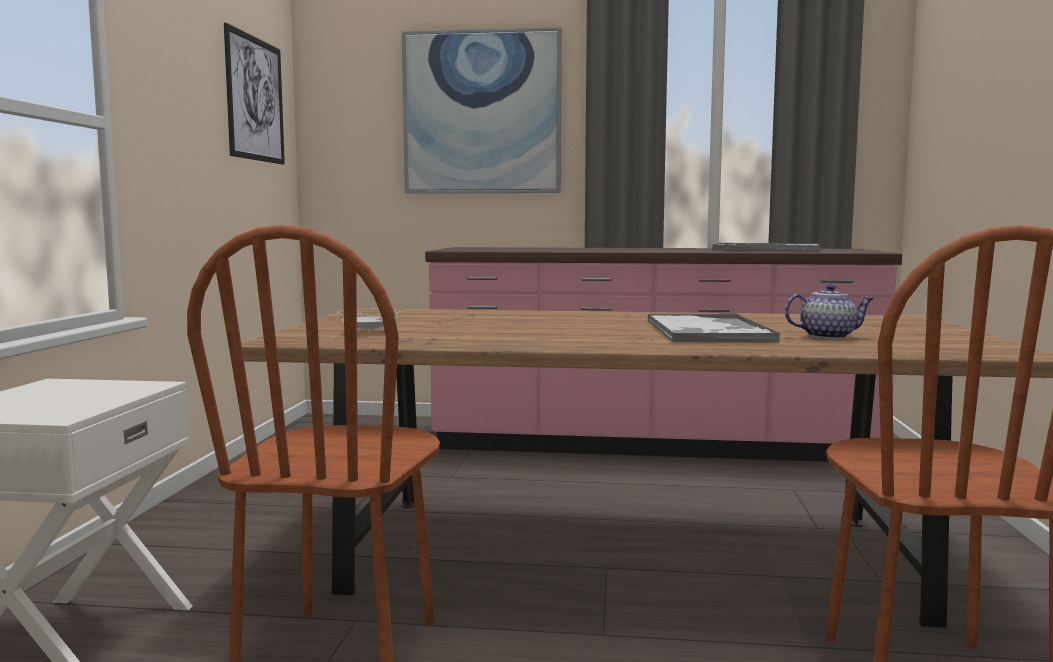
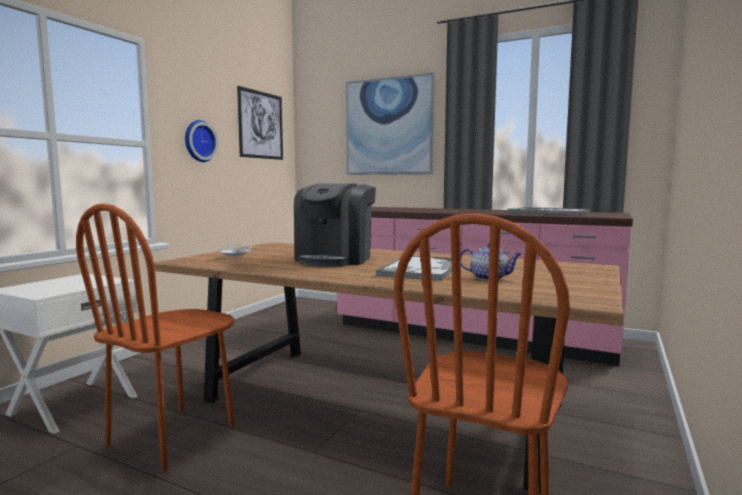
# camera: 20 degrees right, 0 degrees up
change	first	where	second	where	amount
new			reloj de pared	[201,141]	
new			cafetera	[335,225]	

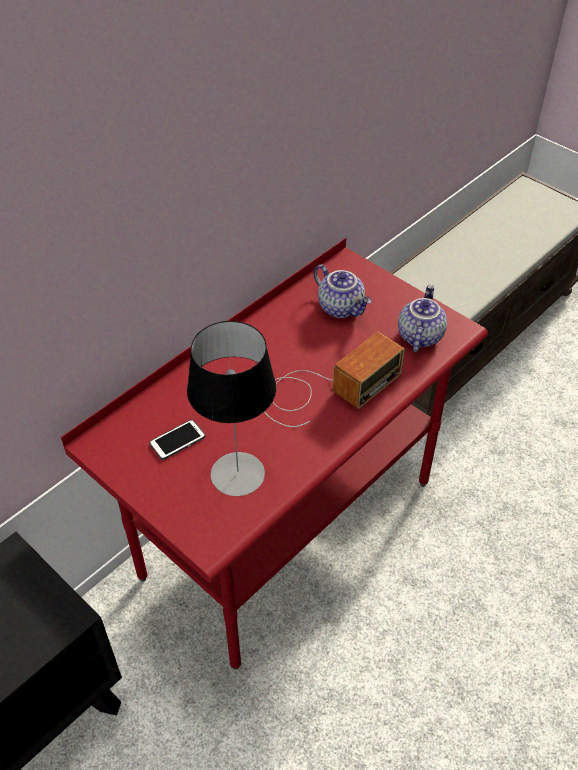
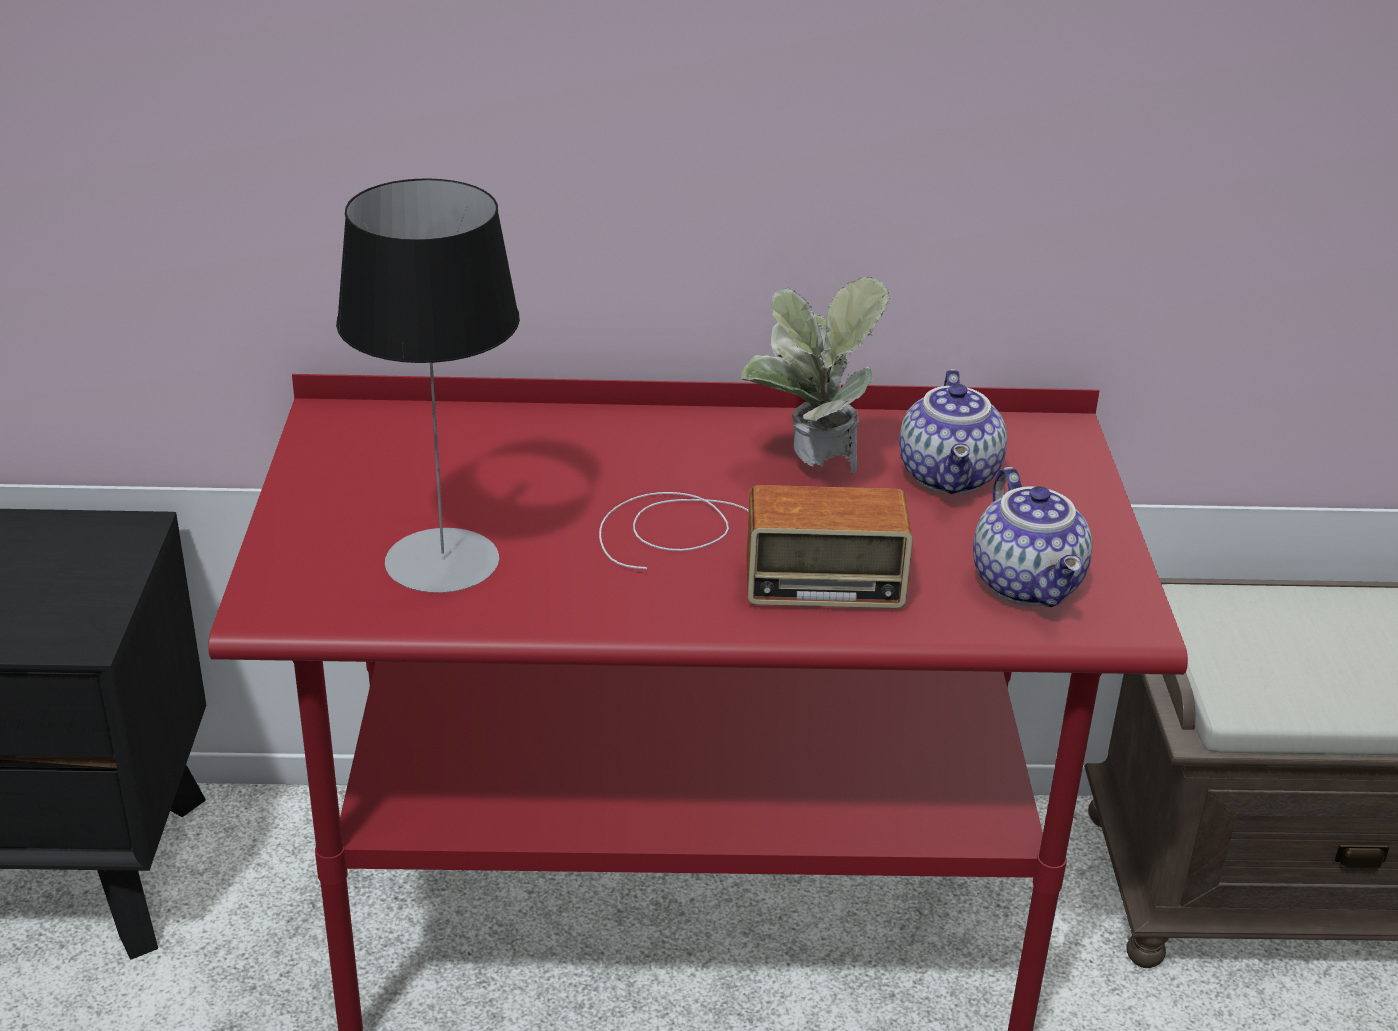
# camera: 45 degrees right, 15 degrees down
change	first	where	second	where	amount
gone	móvil	[177,440]			
new			planta en maceta	[815,375]	
rotated	tetera	[422,318]		[1032,537]	105 degrees clockwise

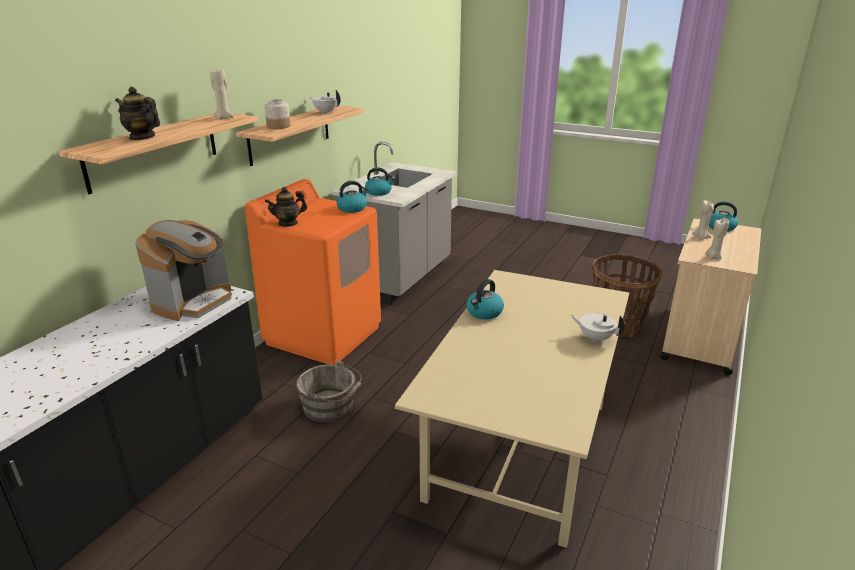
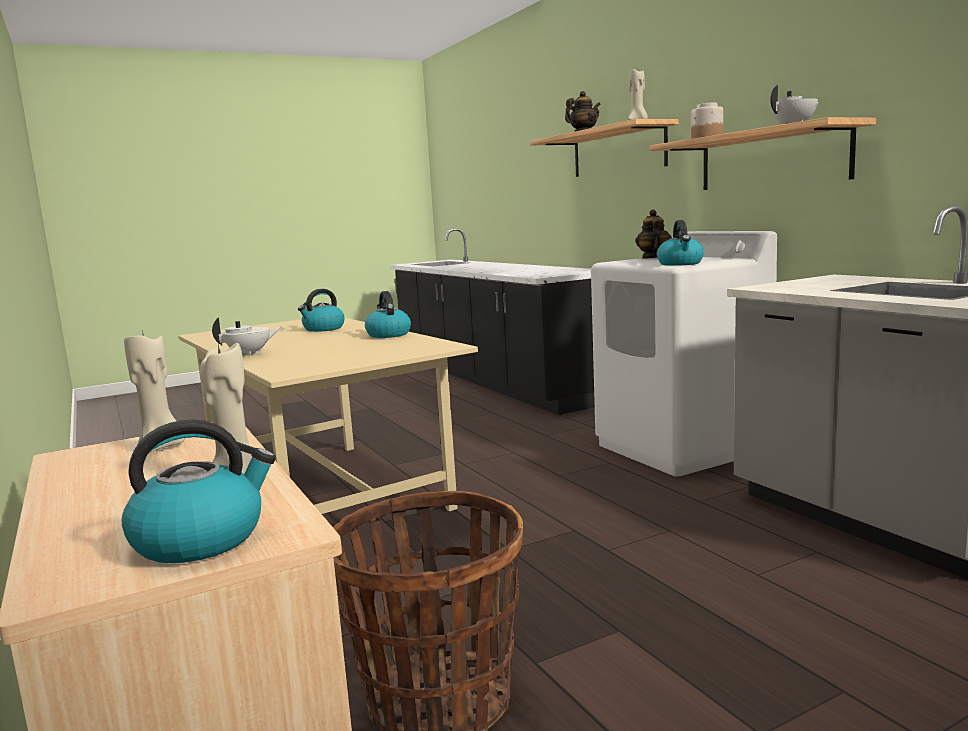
# camera: 125 degrees right, 15 degrees down
change	first	where	second	where	amount
gone	cafetera	[183,270]			
gone	cubo (gris)	[329,391]			
shifted	hervidor	[380,182]		[321,310]	
repainted	lavadora (naranja)	[312,272]	lavadora (blanco)	[684,354]	

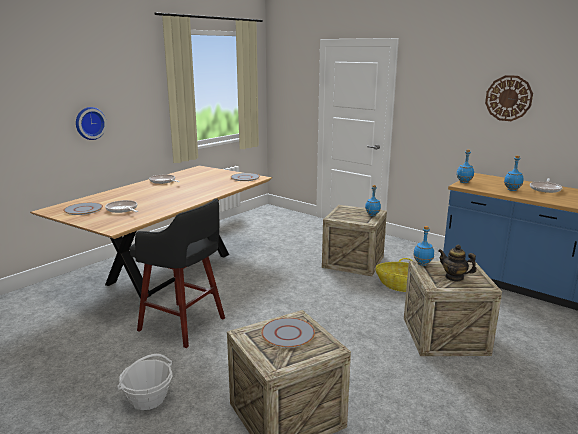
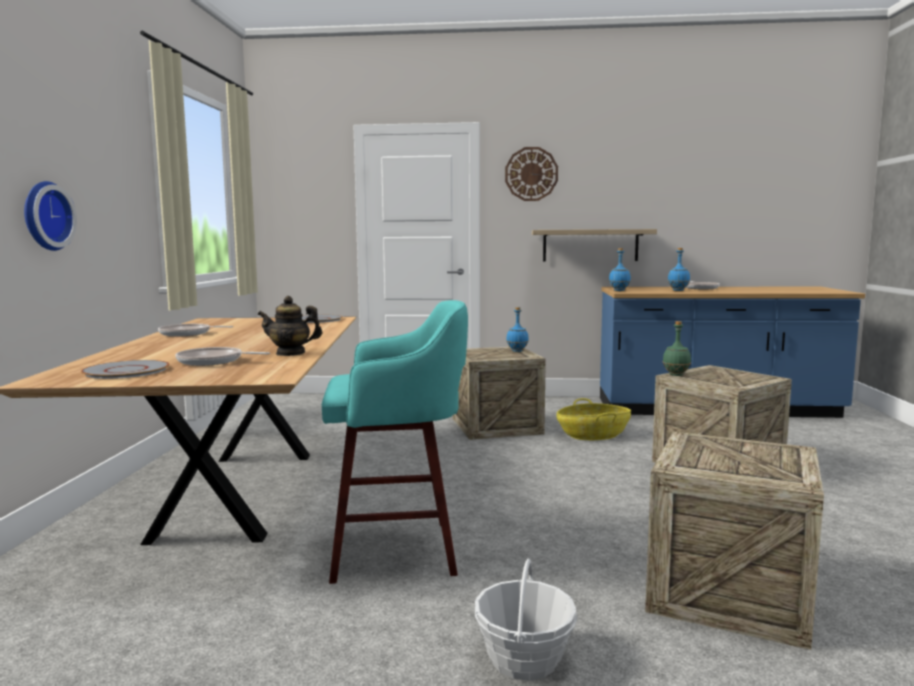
# camera: 35 degrees left, 10 degrees down
change	first	where	second	where	amount
gone	plato (gris)	[288,333]			
new			estante	[594,245]	
shifted	tetera	[458,262]		[290,326]	
shifted	reloj de pared	[509,98]		[531,174]	
repainted	taburete (negro)	[177,273]	taburete (turquesa)	[395,442]	
repainted	botella (azul)	[423,246]	botella (verde)	[677,348]	

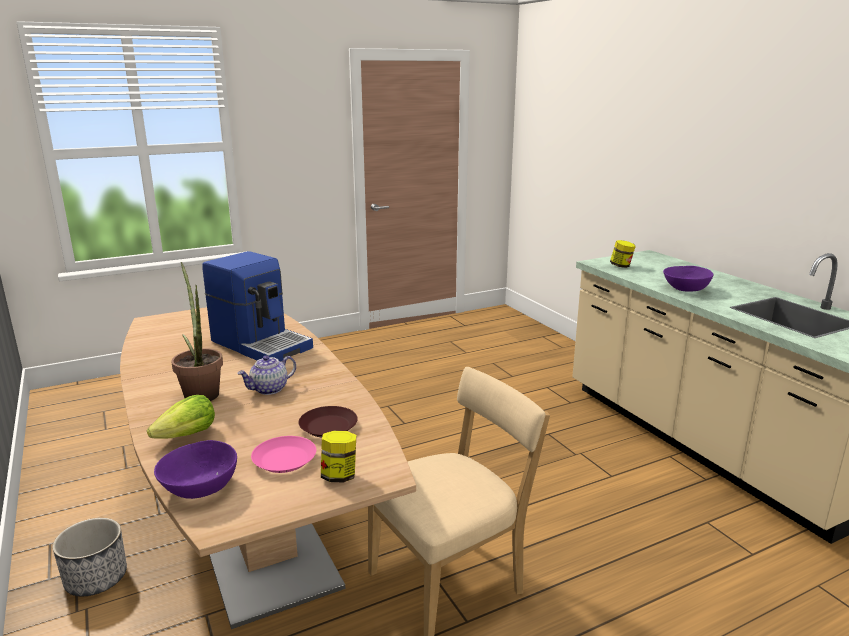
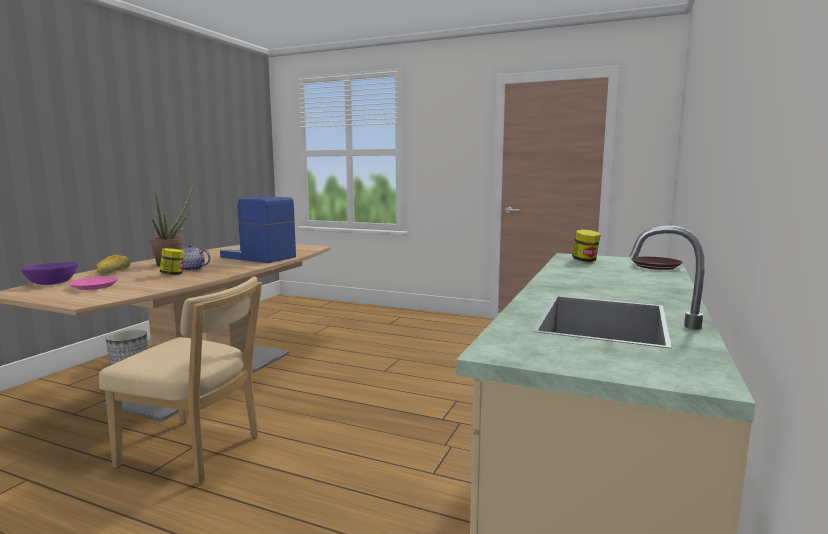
# camera: 50 degrees right, 10 degrees down
change	first	where	second	where	amount
gone	cuenco (morado)	[688,279]			
shifted	plato (marrón)	[328,422]		[657,263]	
shifted	tarro	[338,457]		[172,261]	
swapped	lechuga	[181,417]	pan	[113,264]	
rotated	cafetera	[257,306]		[258,230]	120 degrees clockwise

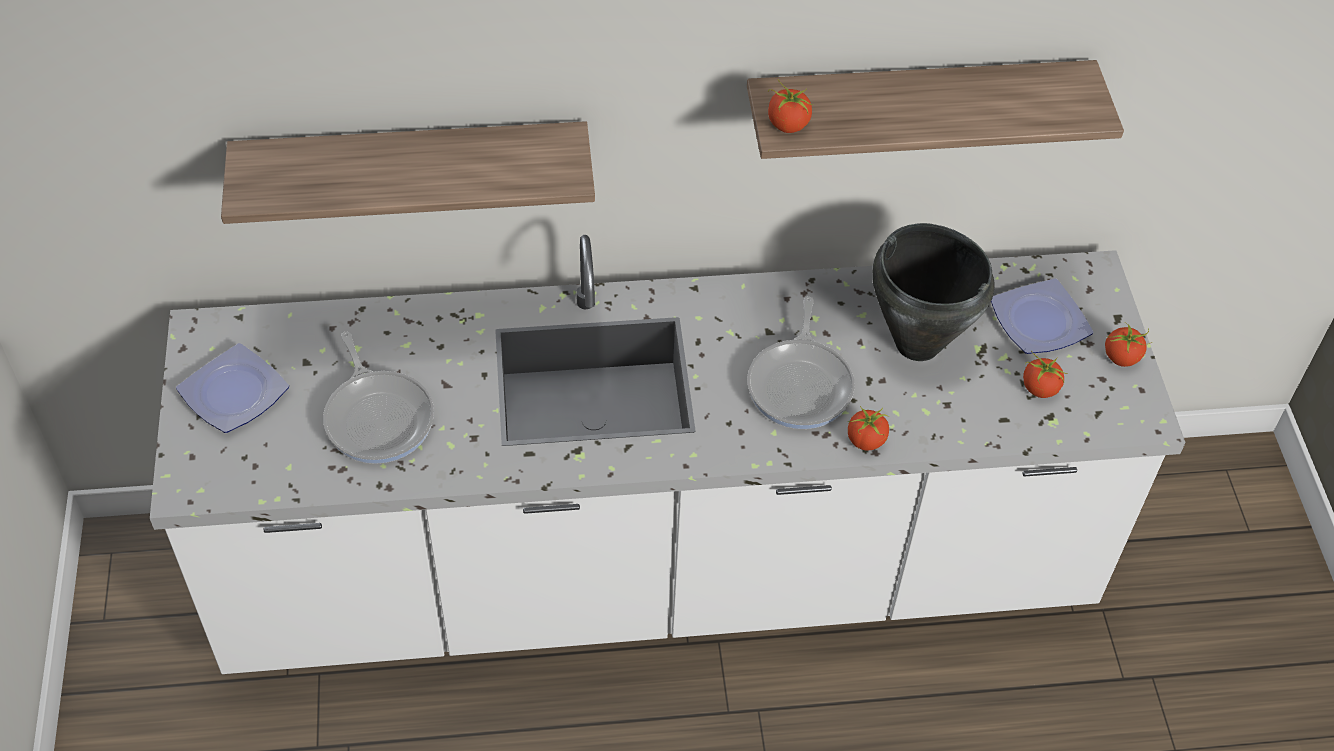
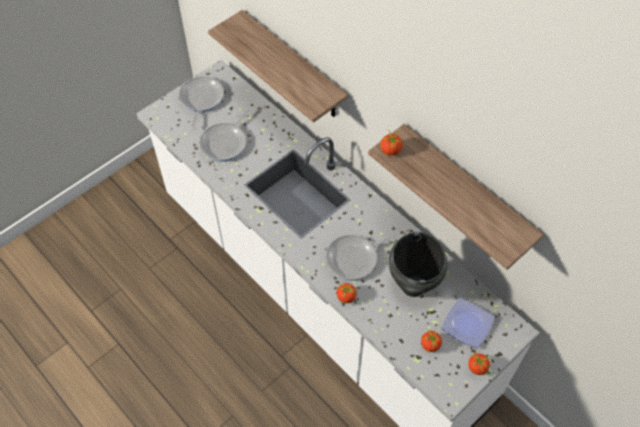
# camera: 55 degrees right, 5 degrees up
change	first	where	second	where	amount
swapped	plato	[232,388]	sartén	[201,102]	

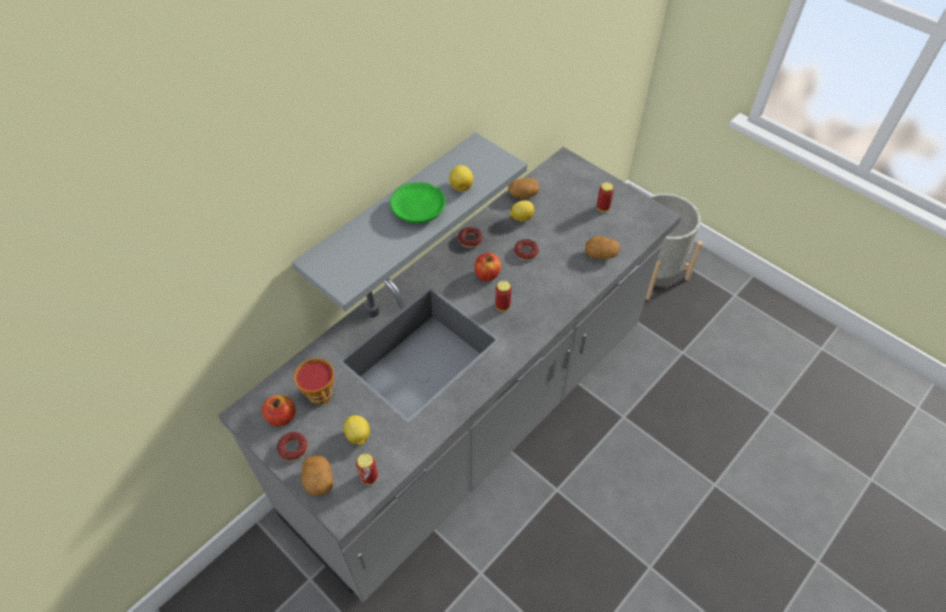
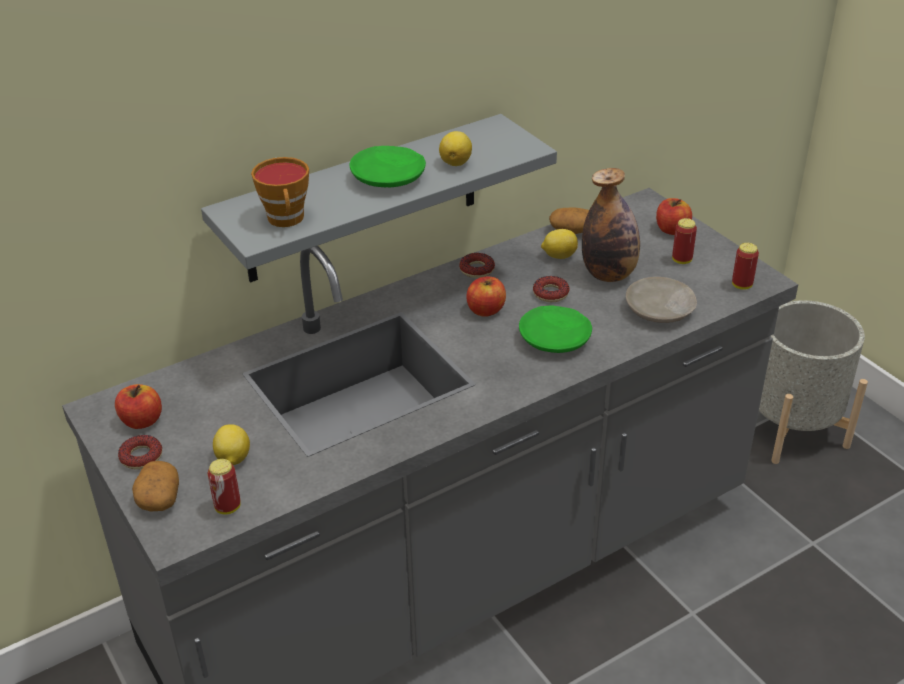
# camera: 15 degrees right, 15 degrees down
change	first	where	second	where	amount
new			plato (verde)	[555,329]	
new			botella	[611,225]	
new			manzana	[674,216]	
shifted	taza	[314,381]		[280,192]	
shifted	lata	[503,296]		[745,266]	
swapped	patata	[602,247]	plato (beis)	[661,300]	

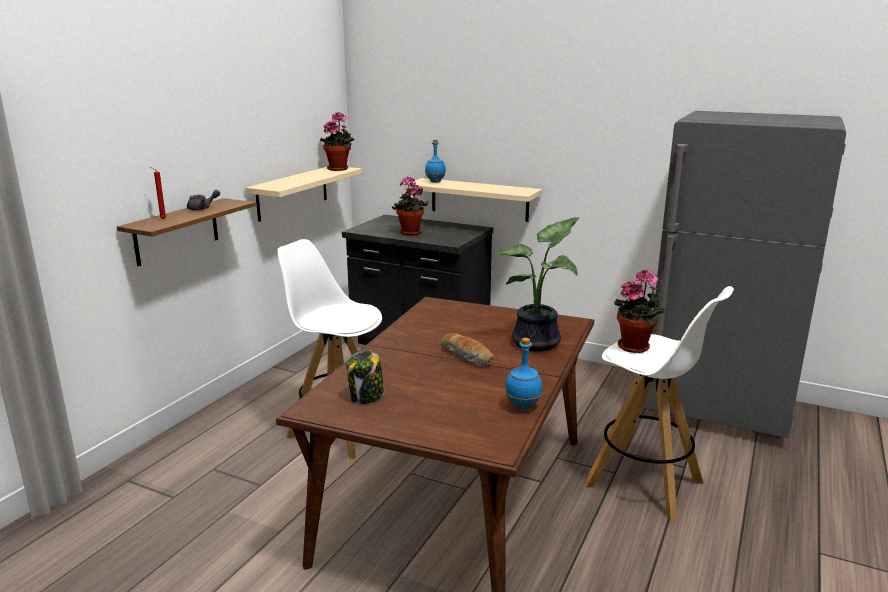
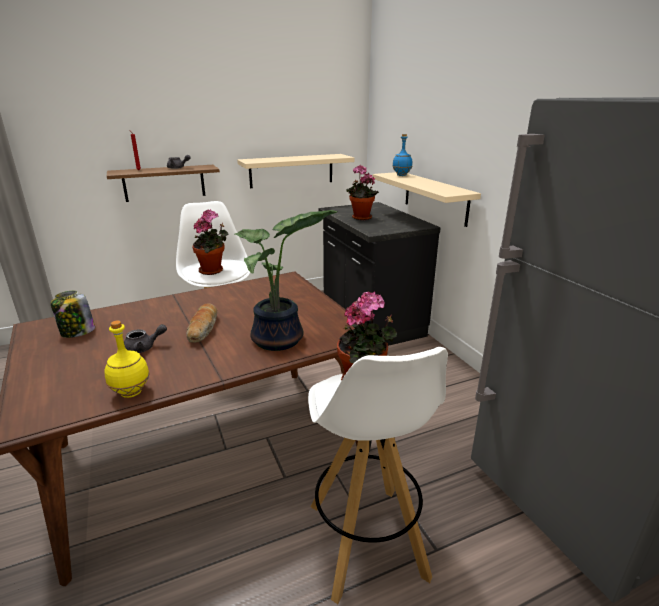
# camera: 40 degrees right, 5 degrees up
change	first	where	second	where	amount
new			tetera (gris)	[145,338]	
shifted	planta en maceta	[337,141]		[210,242]	
repainted	botella (azul)	[523,374]	botella (amarillo)	[127,359]	

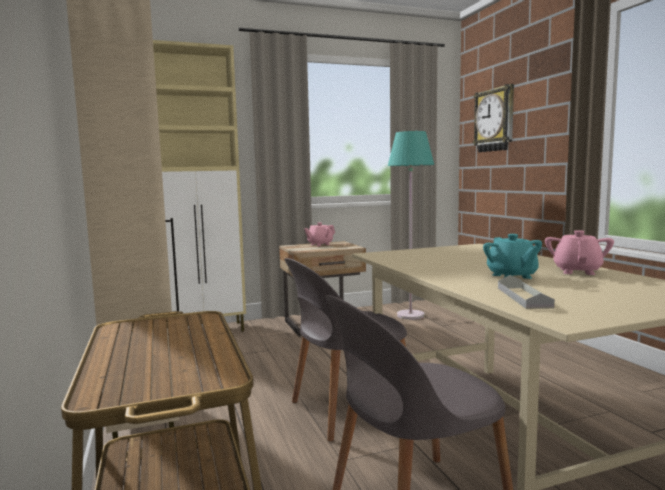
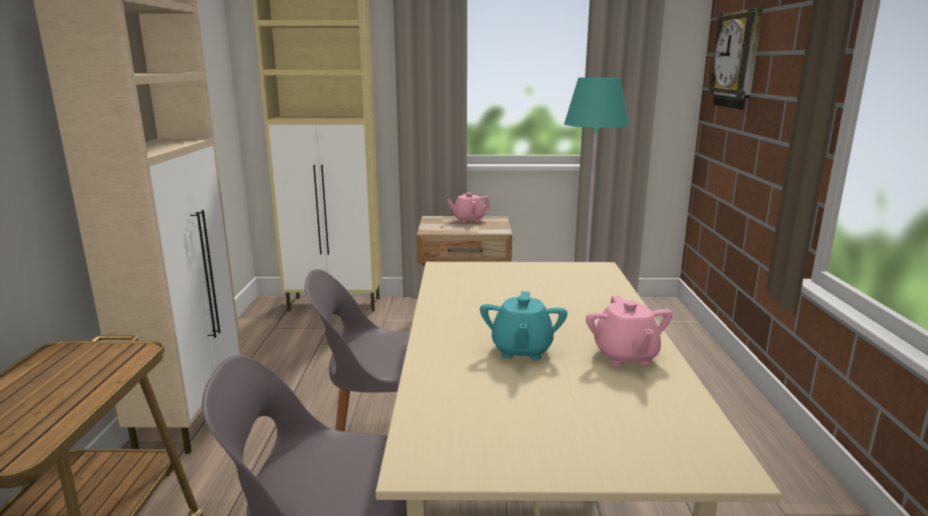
# camera: 20 degrees right, 10 degrees up
change	first	where	second	where	amount
gone	bandeja (gris)	[526,292]			
rotated	tetera (rosa)	[579,252]		[629,331]	135 degrees clockwise

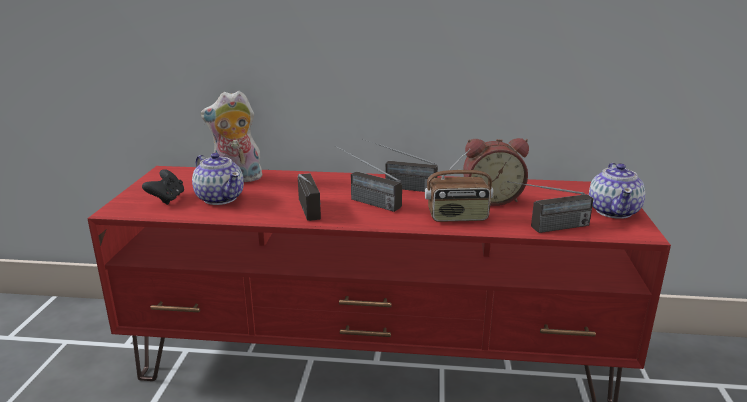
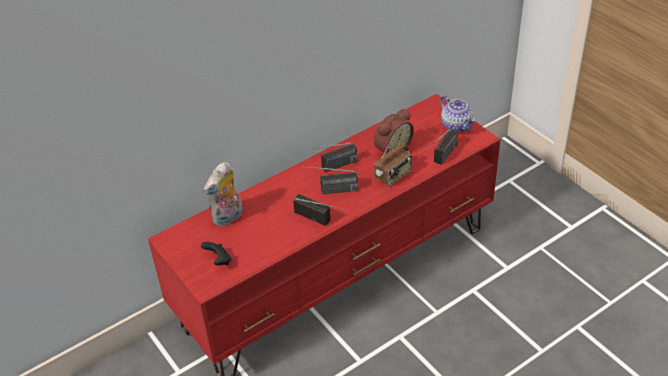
# camera: 40 degrees left, 20 degrees up
change	first	where	second	where	amount
gone	tetera	[218,179]			

